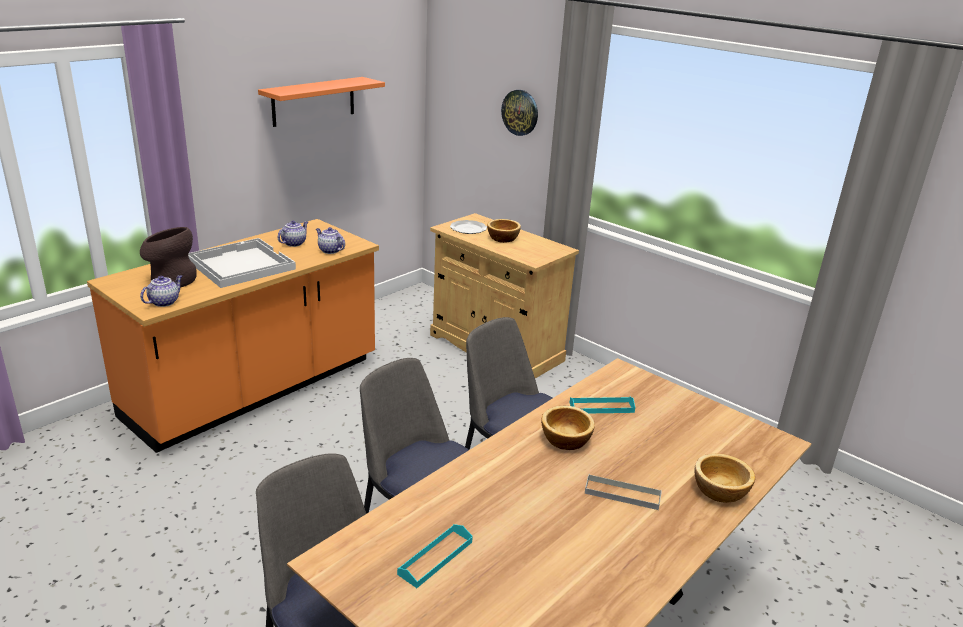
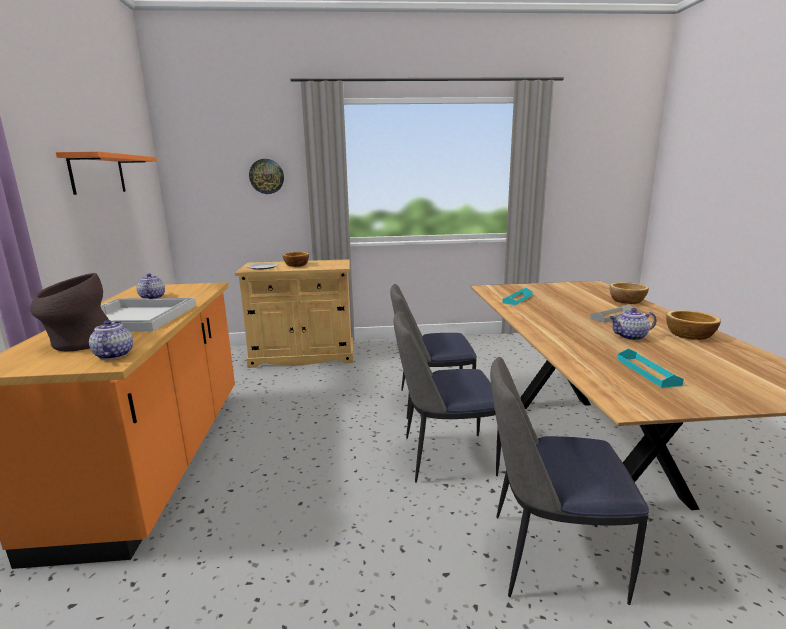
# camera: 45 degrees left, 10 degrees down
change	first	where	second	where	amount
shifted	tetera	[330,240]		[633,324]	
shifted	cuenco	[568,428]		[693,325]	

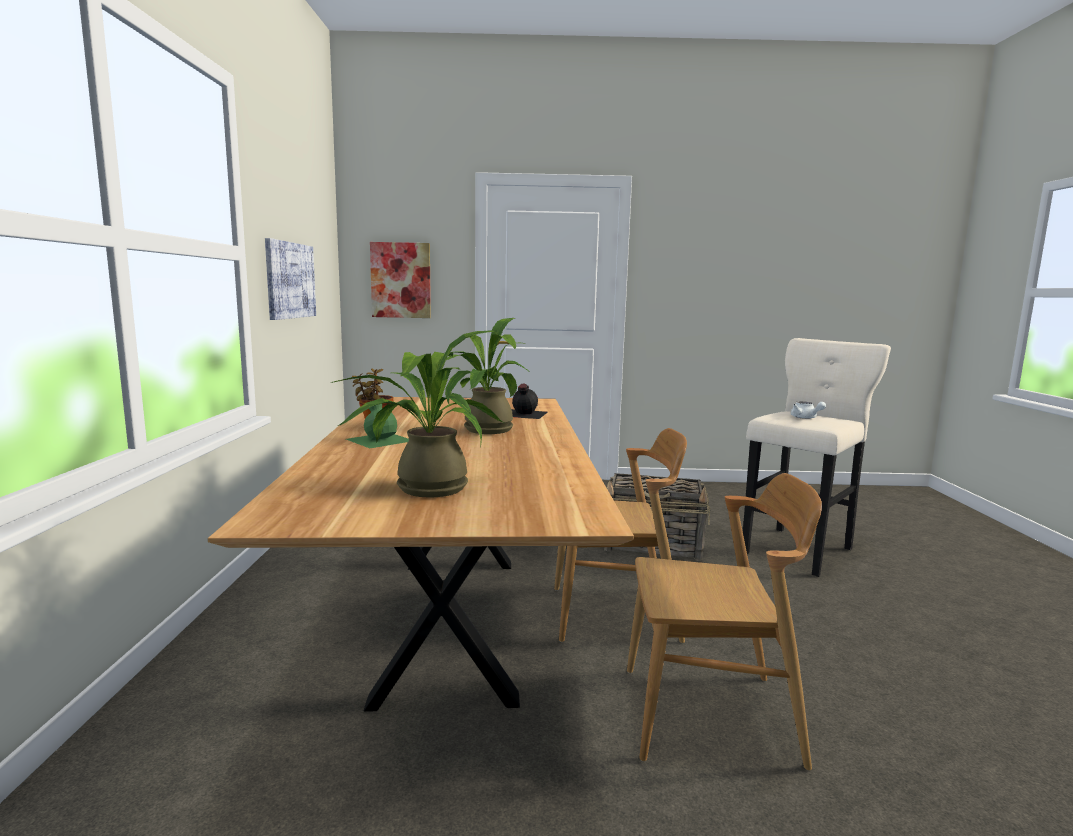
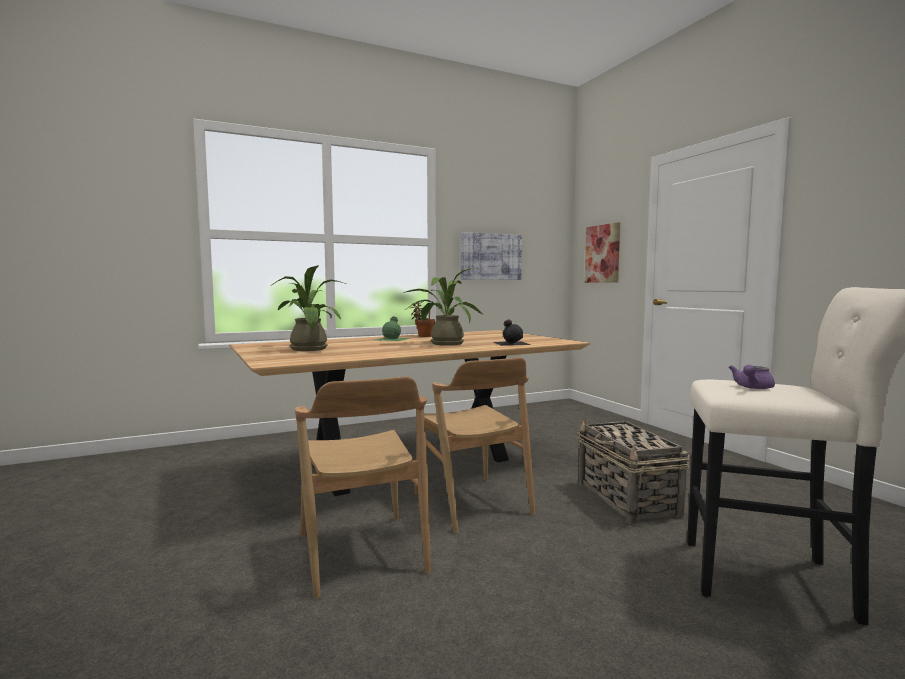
# camera: 65 degrees right, 5 degrees down
change	first	where	second	where	amount
repainted	tetera (blanco)	[808,410]	tetera (morado)	[752,377]	

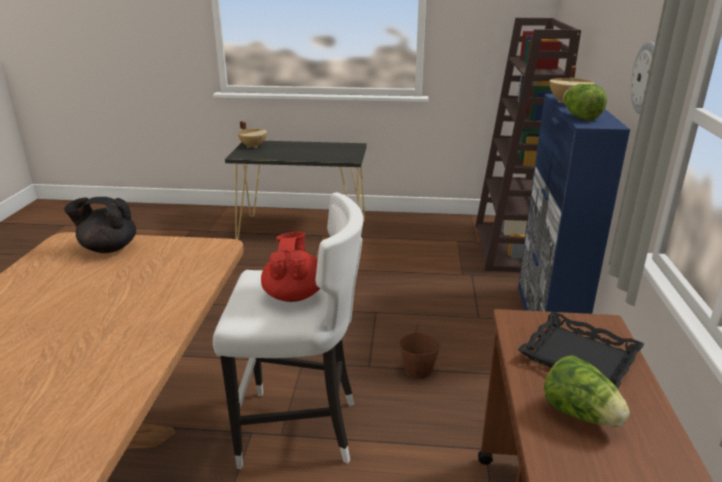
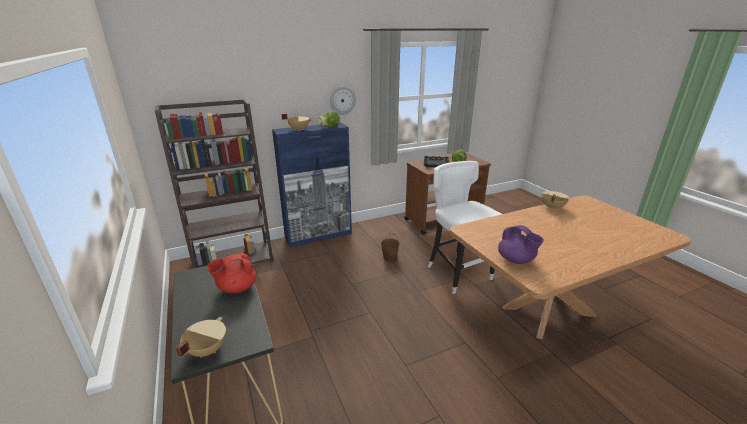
# camera: 120 degrees left, 0 degrees up
change	first	where	second	where	amount
new			olla (beis)	[555,200]	
shifted	tetera (rojo)	[290,267]		[231,273]	
repainted	tetera (negro)	[100,225]	tetera (morado)	[521,244]	

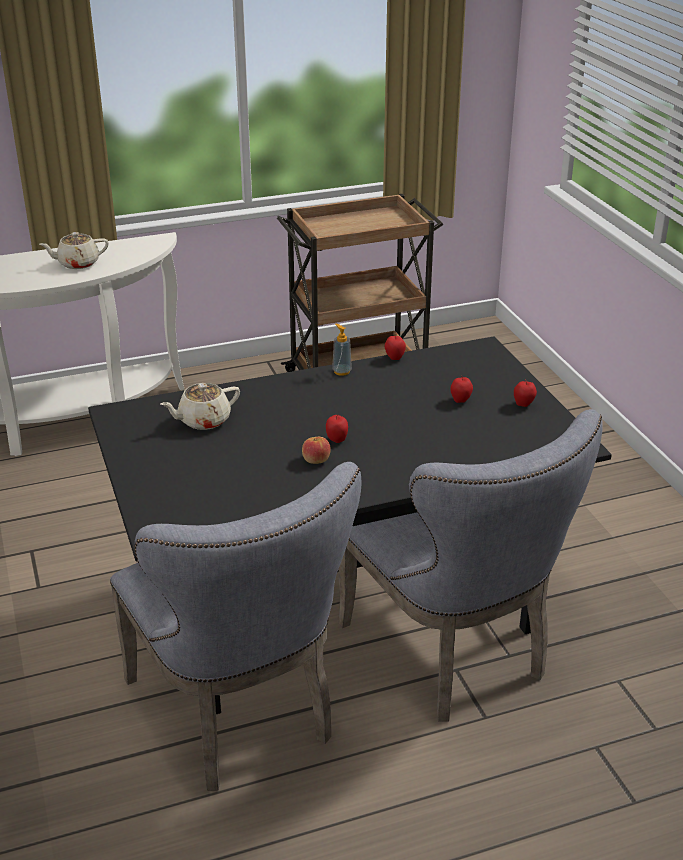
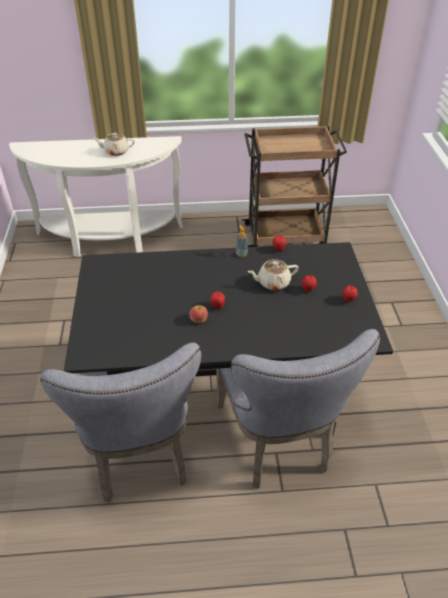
# camera: 15 degrees right, 10 degrees up
change	first	where	second	where	amount
shifted	tetera (beis)	[200,406]		[273,274]	

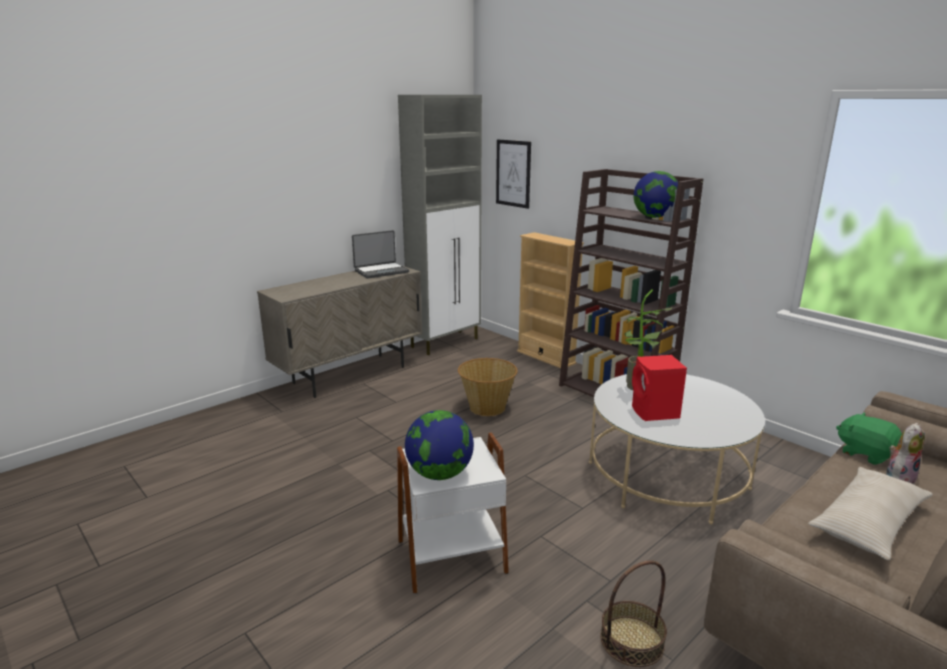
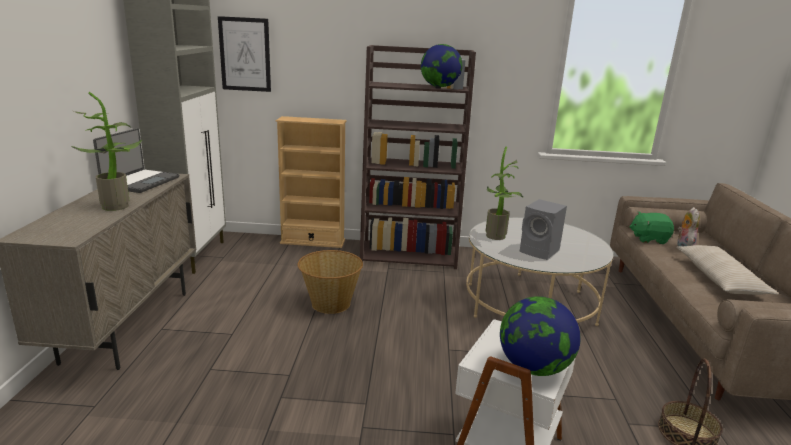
# camera: 45 degrees left, 0 degrees up
change	first	where	second	where	amount
new			planta en maceta	[107,151]	
repainted	altavoz (rojo)	[659,388]	altavoz (gris)	[543,229]	

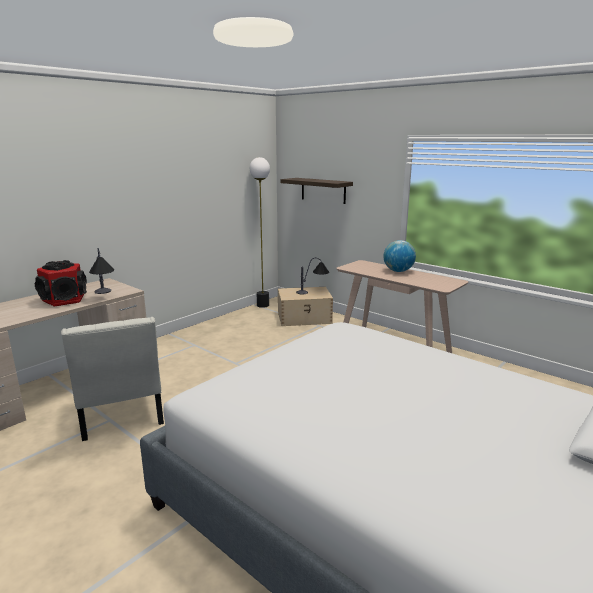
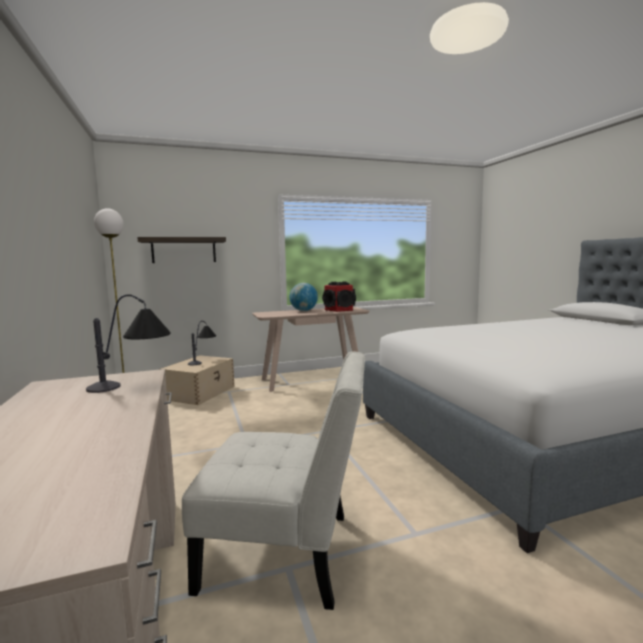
# camera: 60 degrees left, 10 degrees down
change	first	where	second	where	amount
shifted	altavoz	[60,283]		[339,297]	

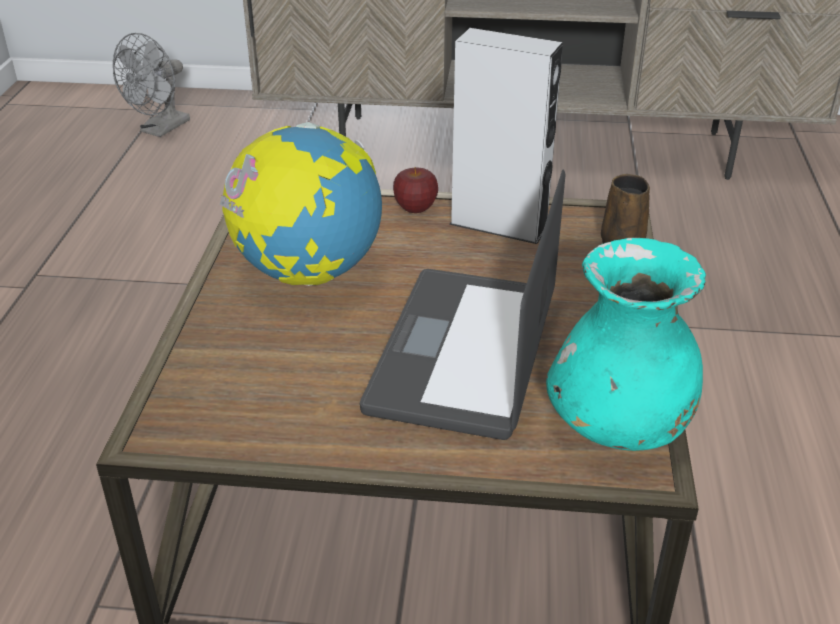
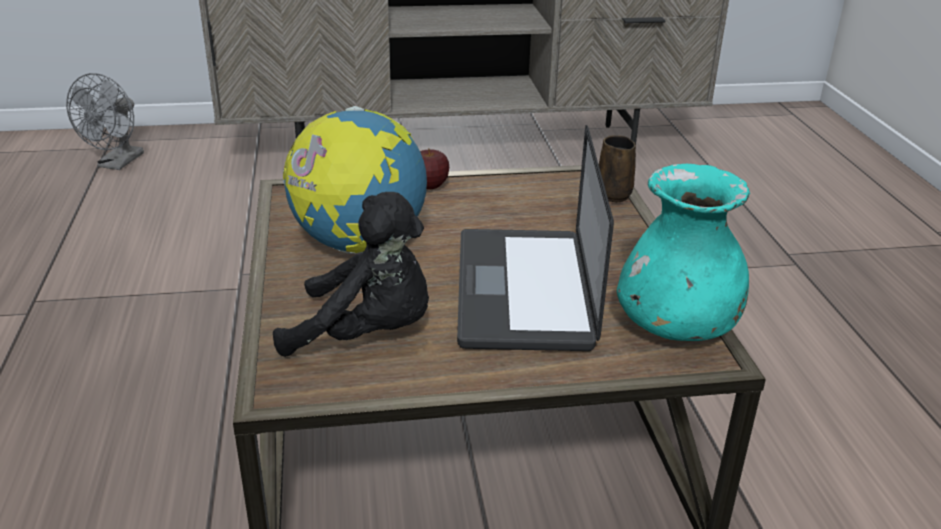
# camera: 15 degrees left, 5 degrees down
change	first	where	second	where	amount
gone	altavoz (gris)	[506,136]			
new			peluche (negro)	[351,274]	

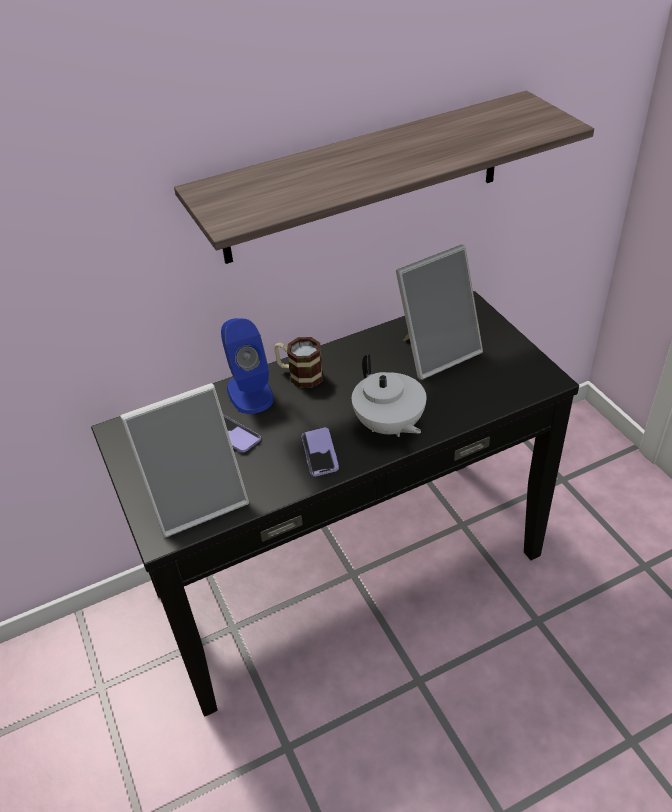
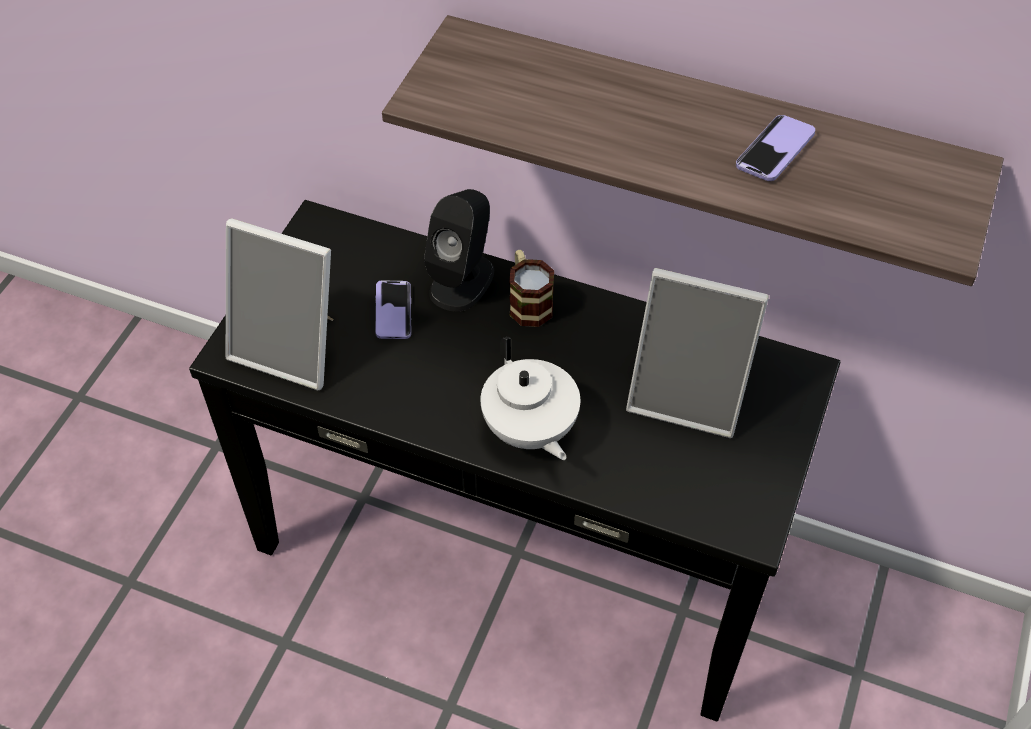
# camera: 45 degrees right, 10 degrees up
change	first	where	second	where	amount
shifted	móvil	[320,452]		[775,148]	
repainted	altavoz (azul)	[247,366]	altavoz (negro)	[459,250]	
rotated	tetera (blanco)	[389,395]		[530,398]	45 degrees counterclockwise

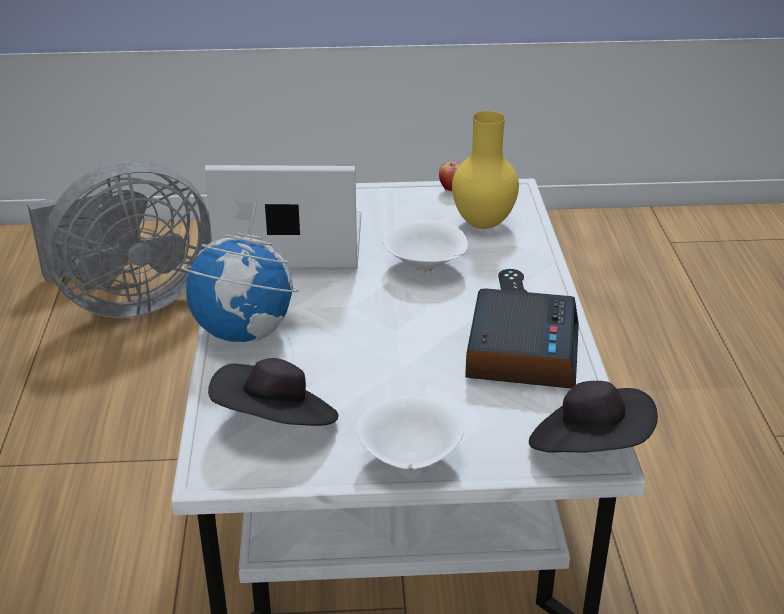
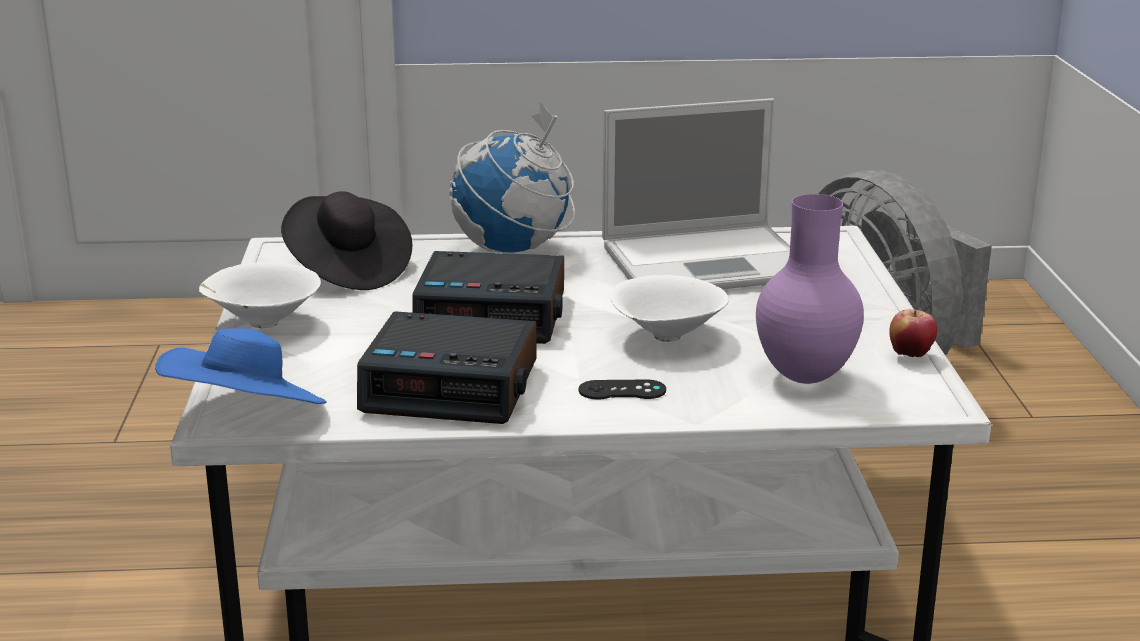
# camera: 90 degrees right, 10 degrees down
change	first	where	second	where	amount
new			despertador	[488,297]	
repainted	florero (amarillo)	[485,170]	florero (morado)	[810,289]	
repainted	sombrero (negro)	[593,417]	sombrero (azul)	[241,366]	
rotated	portátil	[283,217]		[696,193]	75 degrees clockwise

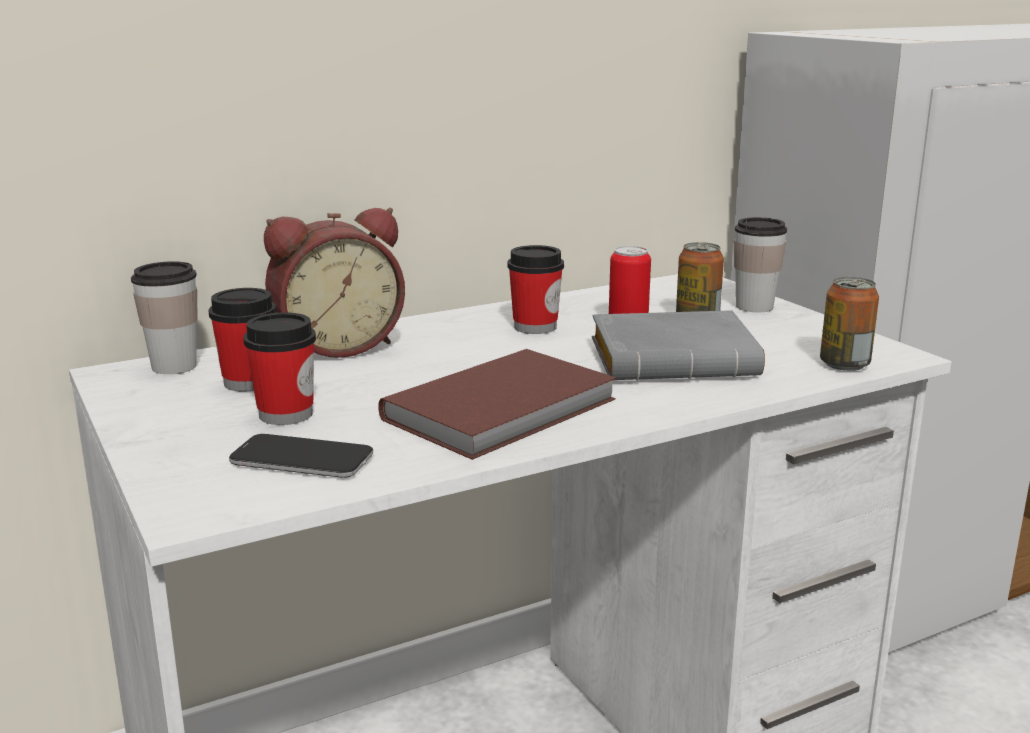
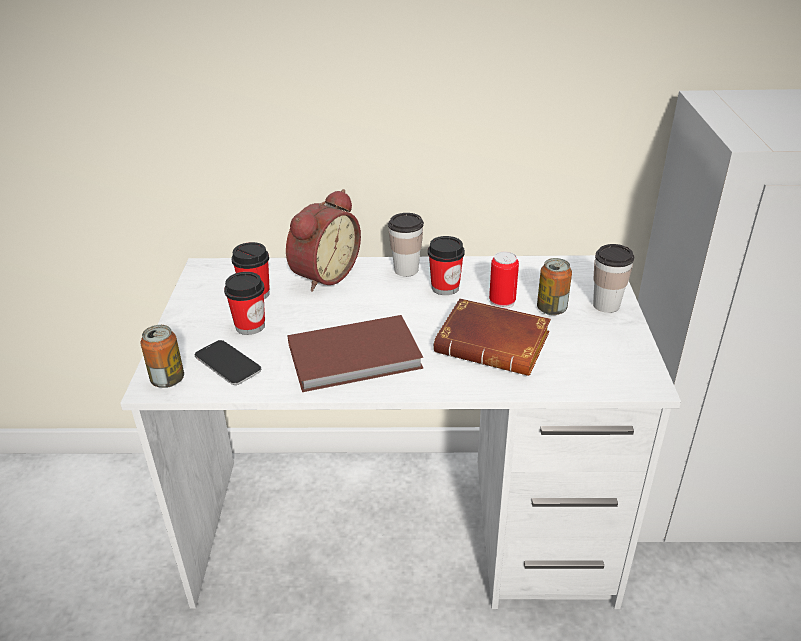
# camera: 30 degrees right, 15 degrees up
change	first	where	second	where	amount
shifted	taza	[164,317]		[406,245]	
shifted	lata	[849,324]		[162,356]	
repainted	libro (gris)	[678,345]	libro (marrón)	[492,337]	
rotated	despertador	[334,283]		[323,240]	60 degrees counterclockwise

